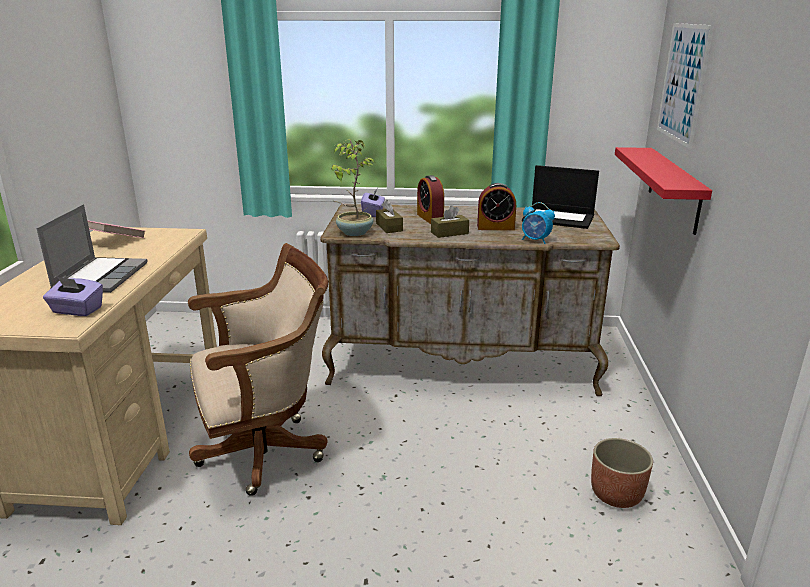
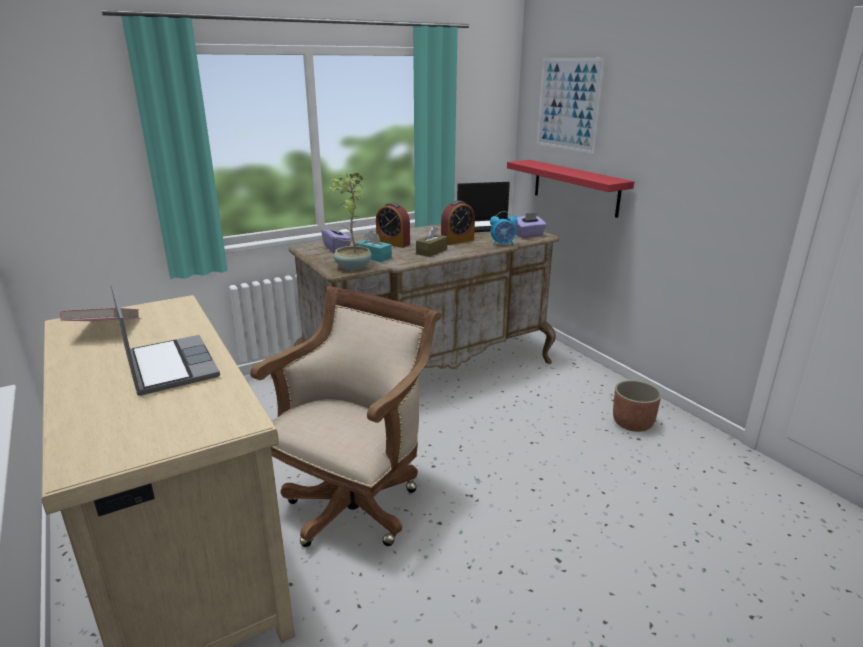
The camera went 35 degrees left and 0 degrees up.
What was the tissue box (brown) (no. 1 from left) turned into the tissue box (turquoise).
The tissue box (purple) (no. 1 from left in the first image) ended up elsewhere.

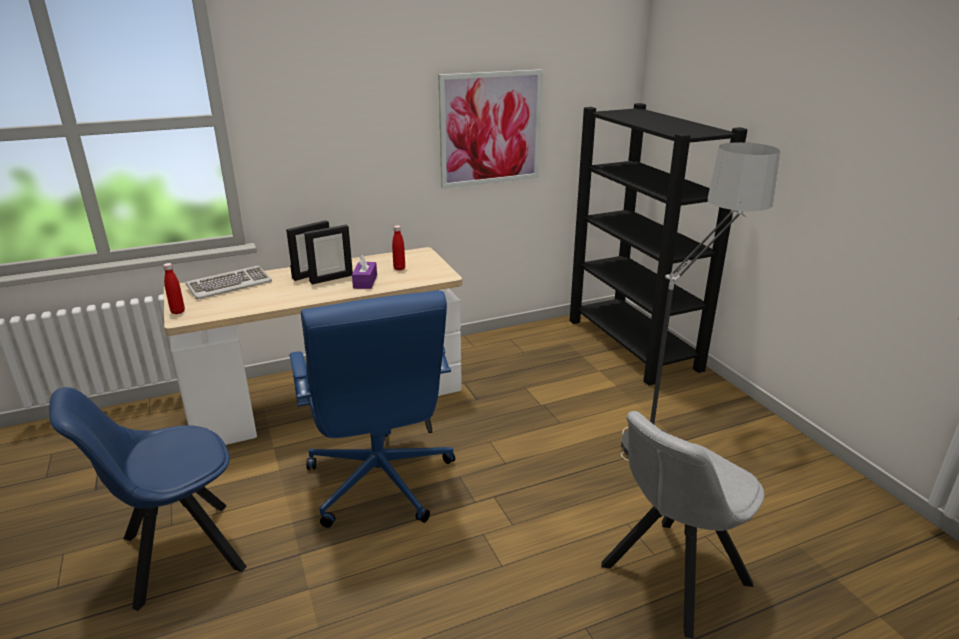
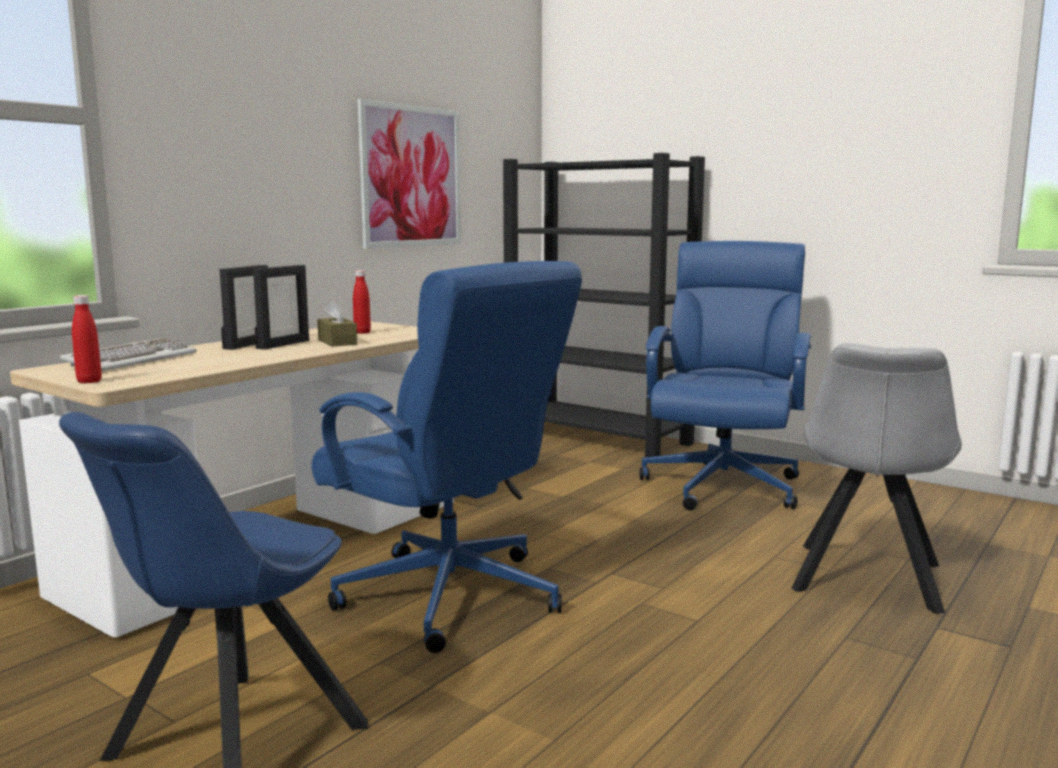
The camera went 30 degrees left and 15 degrees down.
What was the tissue box (purple) turned into the tissue box (brown).
Where the floor lamp stood, the office chair (blue) (no. 2 from left) came to stand.

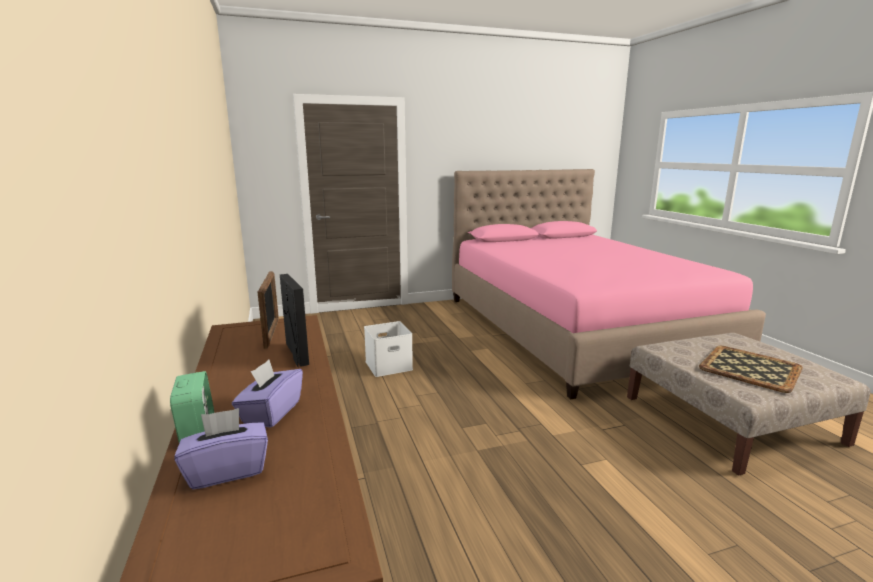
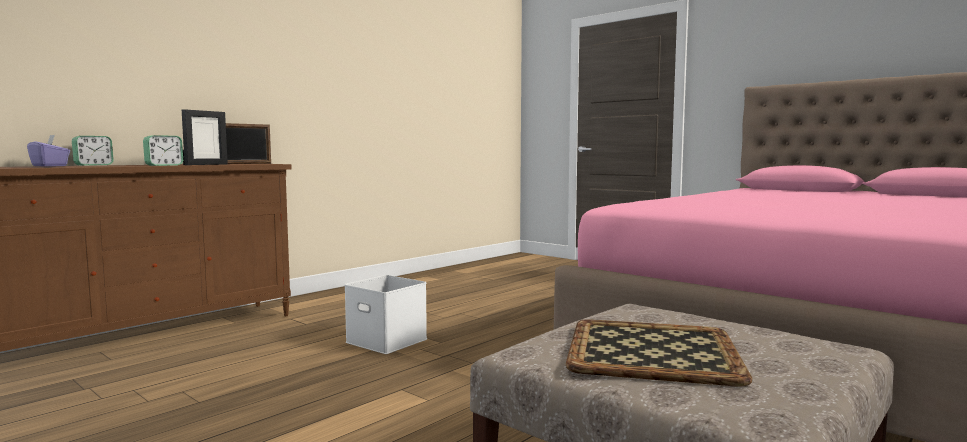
The camera went 60 degrees right and 10 degrees down.
The second view gained the alarm clock (no. 2 from left).
The storage box (white) ended up elsewhere.
The second view lost the tissue box (purple) (no. 2 from left).

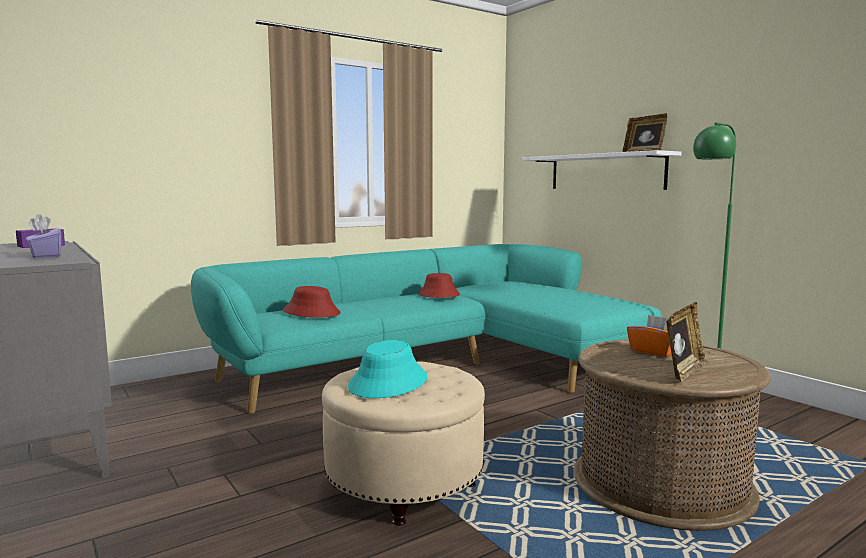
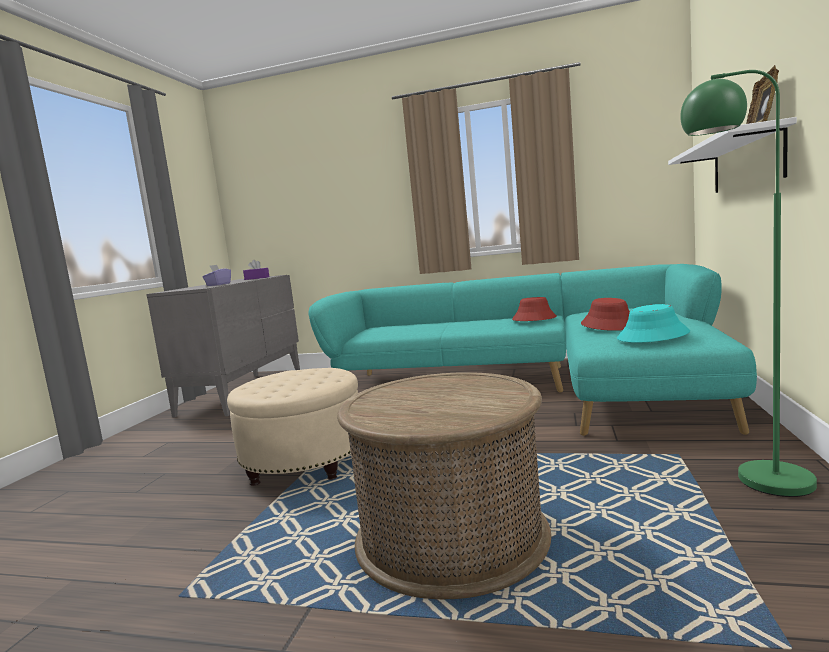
The camera went 50 degrees right and 0 degrees up.
The hat (red) (no. 1 from left in the first image) ended up elsewhere.
The hat (turquoise) ended up elsewhere.
The second view lost the tissue box (orange).
The second view lost the picture frame (no. 2 from left).

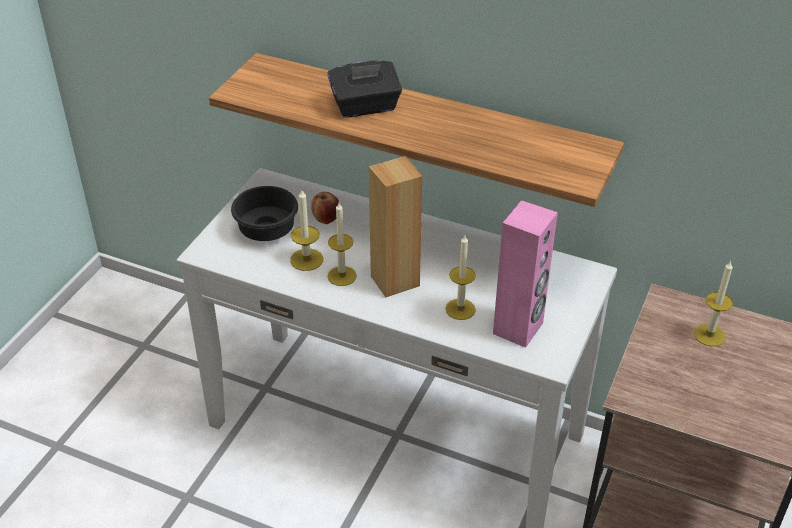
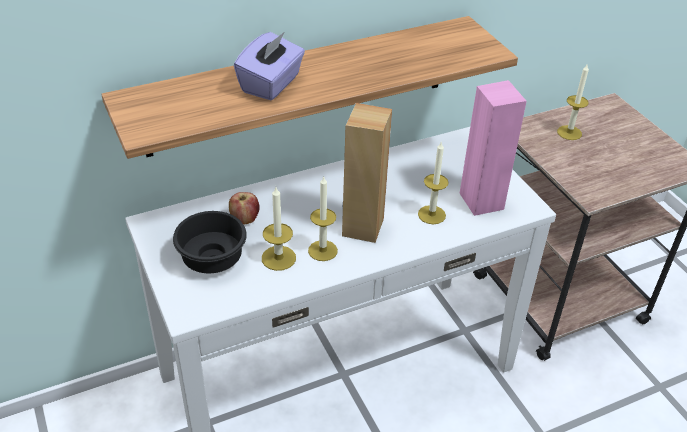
The camera went 50 degrees left and 0 degrees up.
What was the tissue box (black) turned into the tissue box (purple).

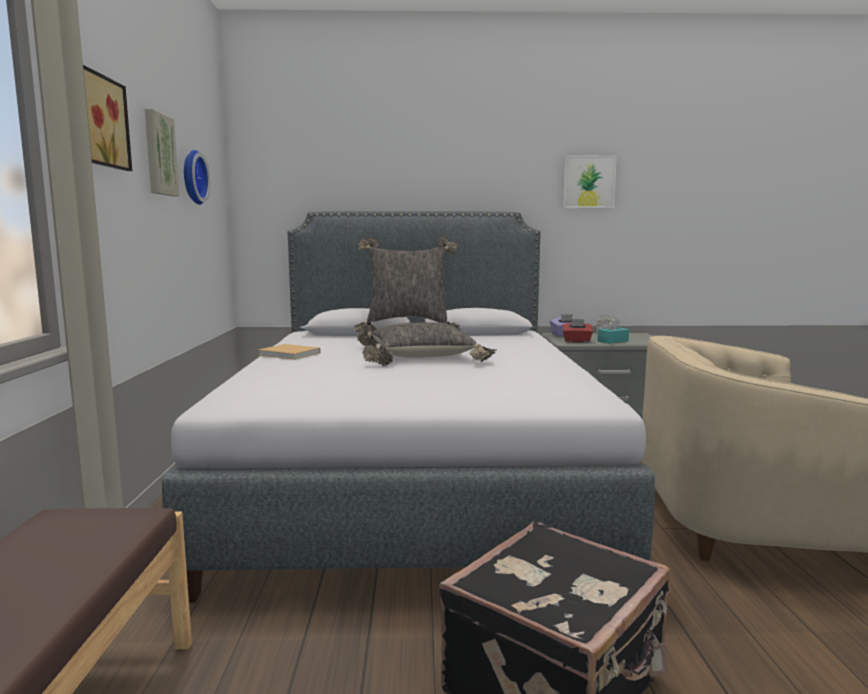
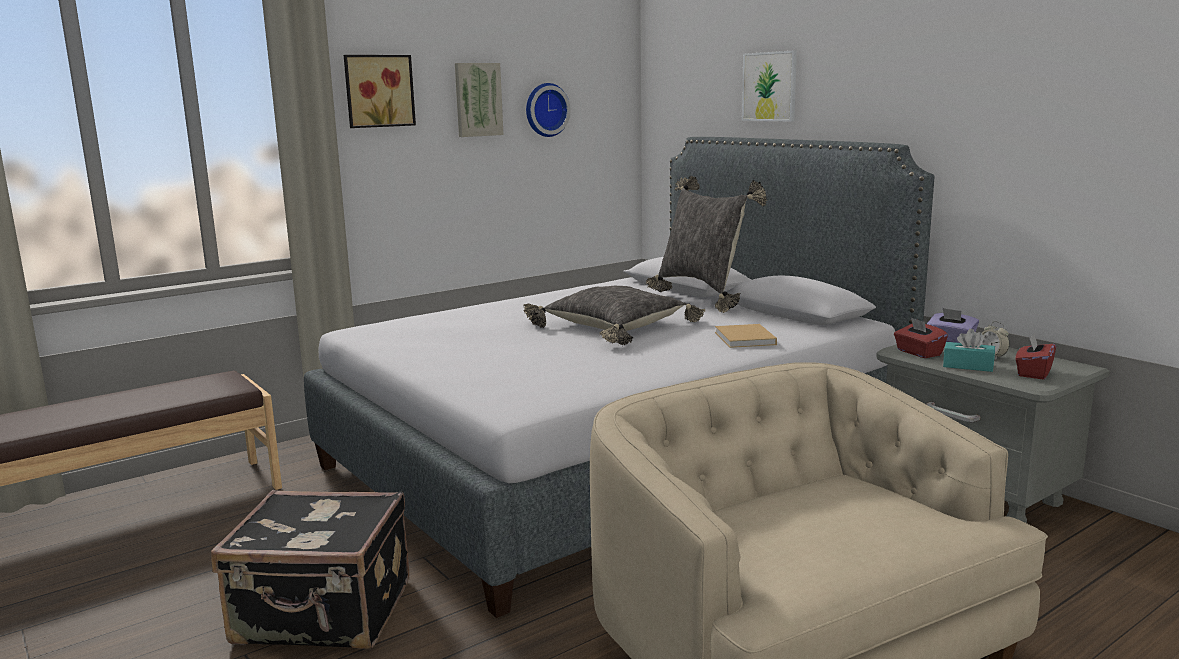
The camera went 55 degrees right and 5 degrees up.
The book (beige) ended up elsewhere.
The picture (no. 3 from left) ended up elsewhere.
The second view gained the tissue box (red) (no. 2 from left).

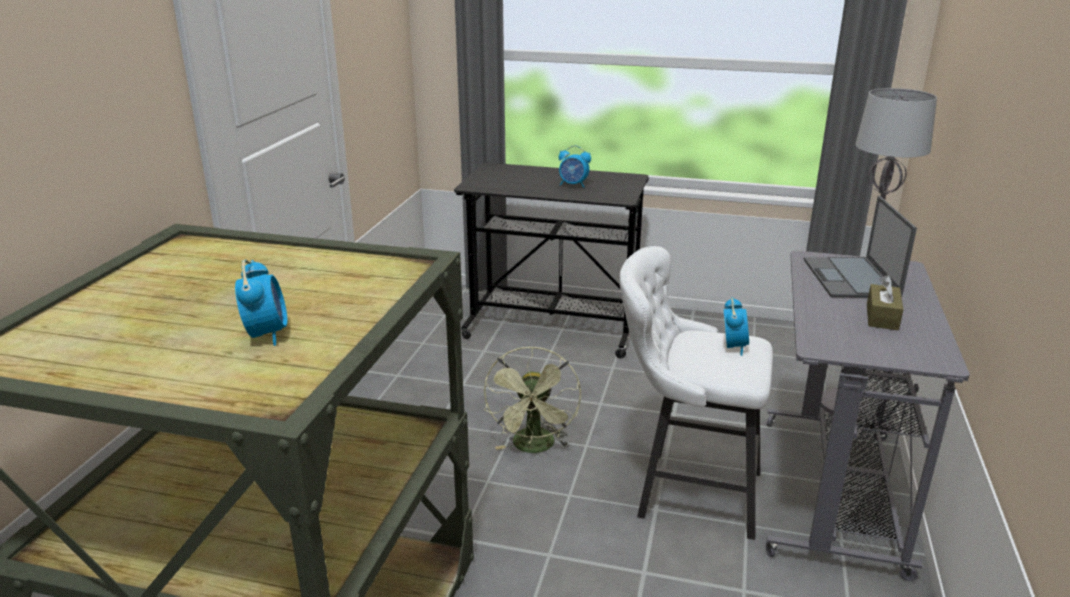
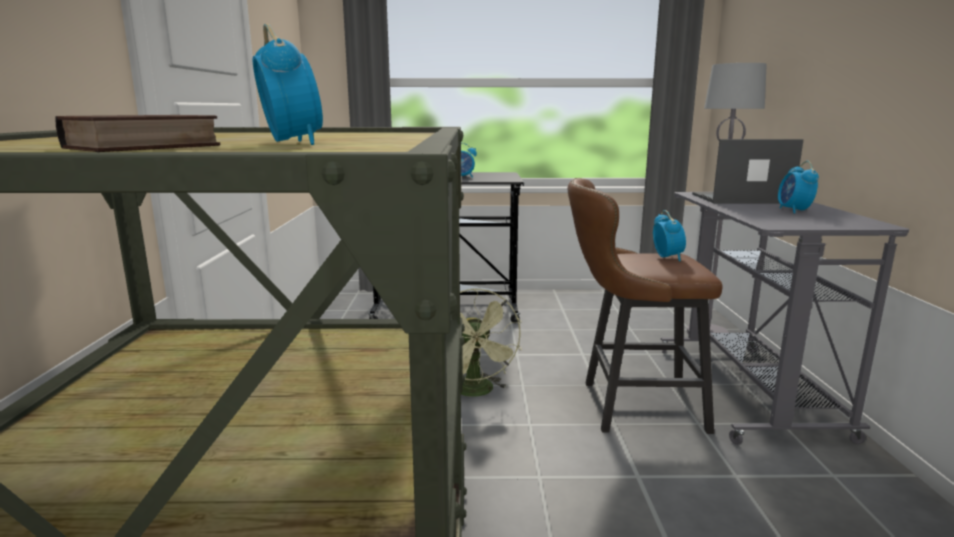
The camera went 15 degrees left and 10 degrees down.
The second view gained the book.
What was the stool (white) turned into the stool (brown).
The laptop ended up facing another way, 105 degrees clockwise from before.
Where the tissue box (brown) stood, the alarm clock (no. 4 from left) came to stand.

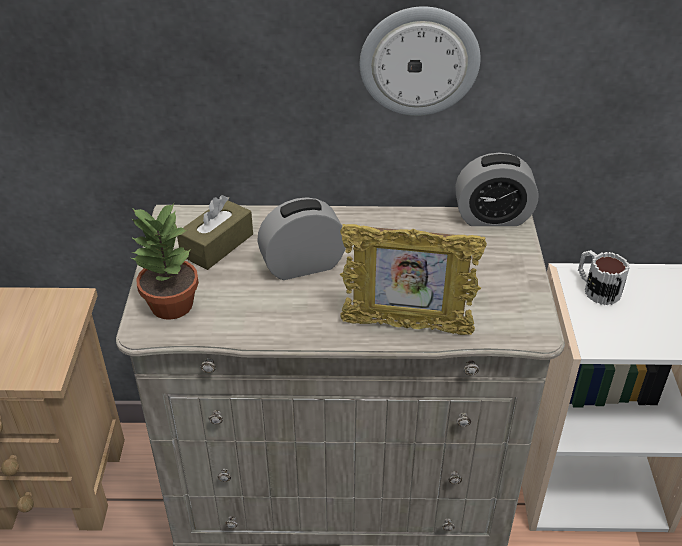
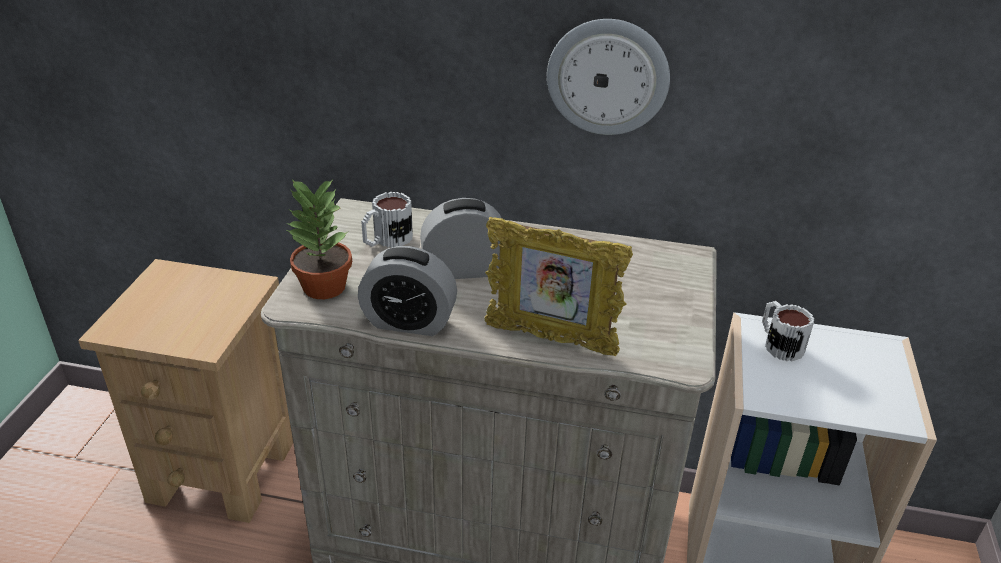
The camera went 10 degrees right and 5 degrees down.
The alarm clock (no. 2 from left in the first image) ended up elsewhere.
Where the tissue box (brown) stood, the mug (no. 1 from left) came to stand.

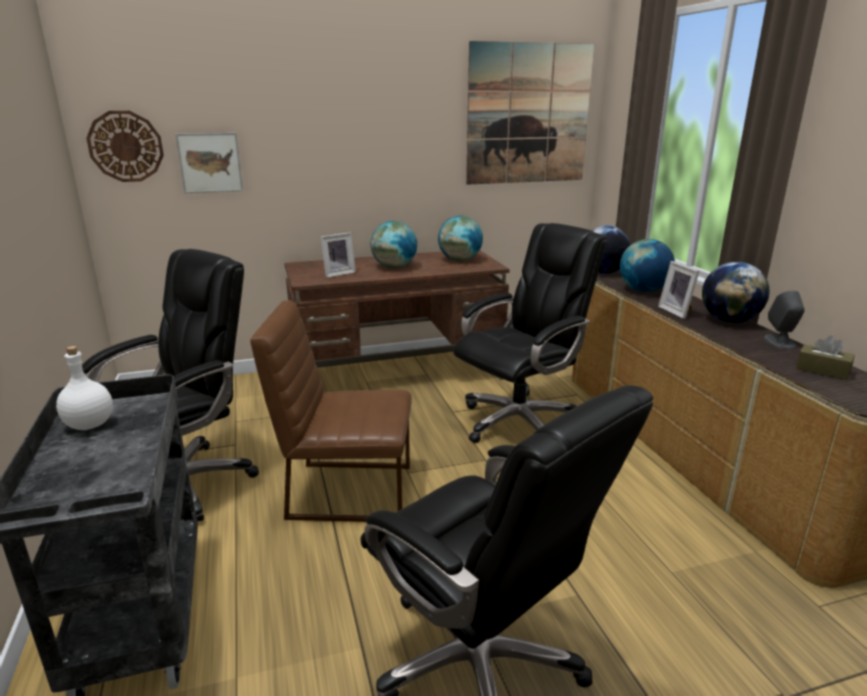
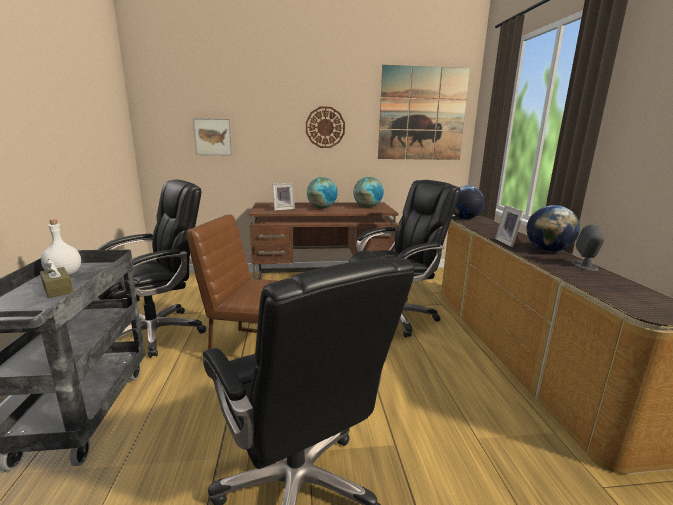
The camera went 10 degrees right and 5 degrees down.
The tissue box (brown) ended up elsewhere.
The wall clock ended up elsewhere.
The second view lost the globe (no. 4 from left).

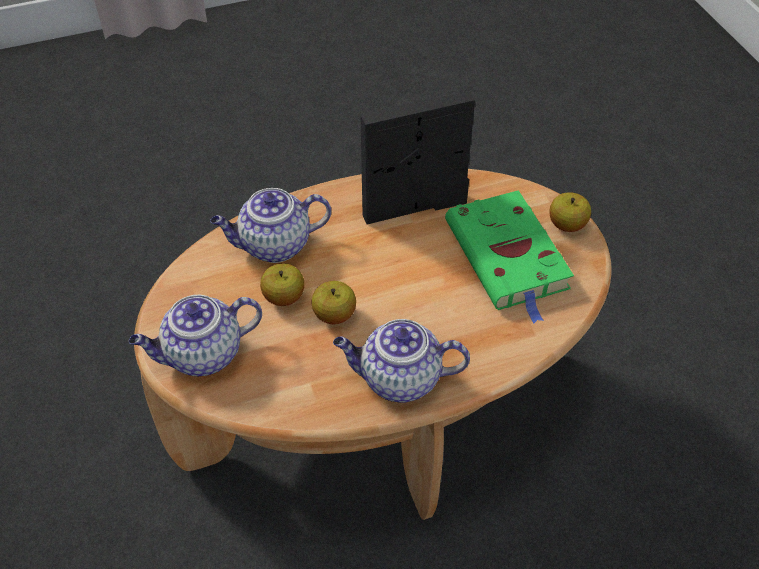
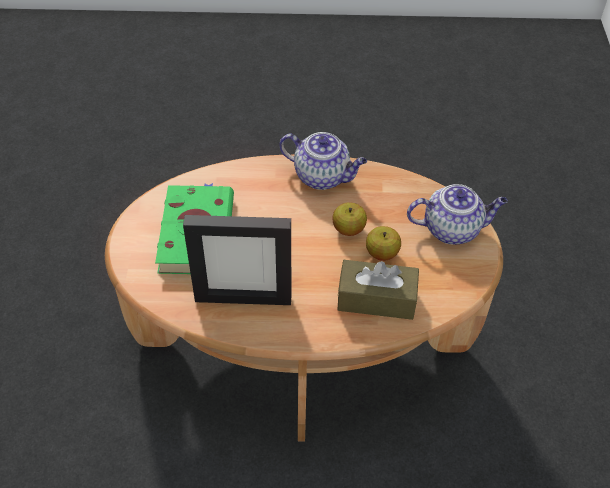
The camera went 160 degrees left and 0 degrees up.
Where the teapot (no. 2 from left) stood, the tissue box (brown) came to stand.
The second view lost the apple (no. 3 from left).

